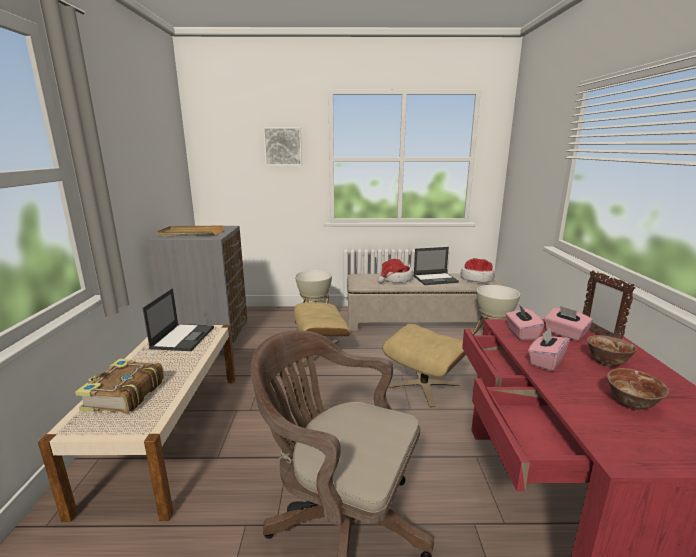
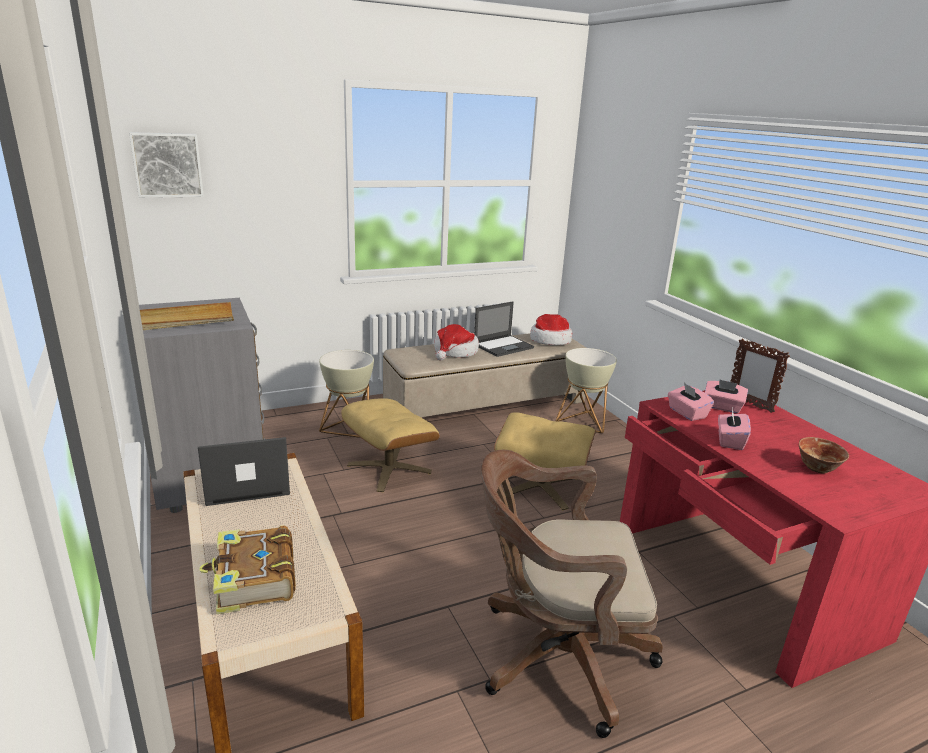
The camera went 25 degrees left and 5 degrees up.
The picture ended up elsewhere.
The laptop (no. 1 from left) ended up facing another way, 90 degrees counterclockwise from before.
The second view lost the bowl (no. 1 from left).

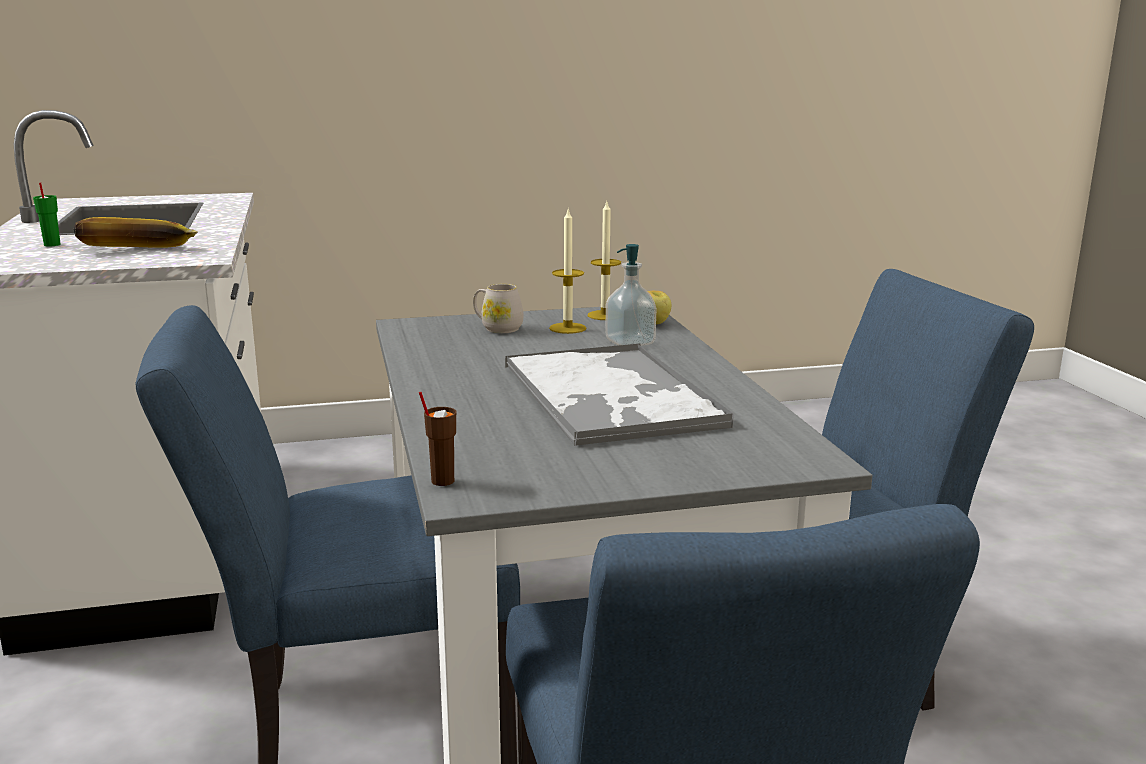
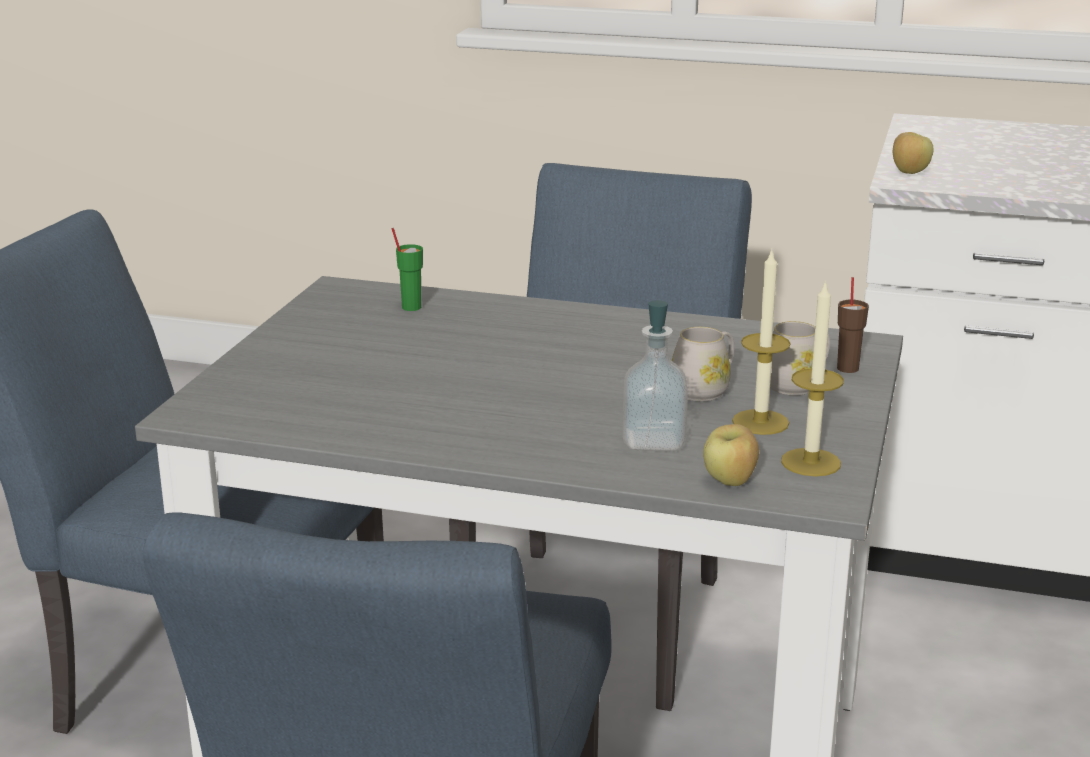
The camera went 120 degrees right and 5 degrees up.
The cup (green) ended up elsewhere.
The second view gained the mug (white) (no. 1 from left).
The cup (brown) ended up elsewhere.
The second view gained the apple (no. 2 from left).
The second view lost the banana.
The second view lost the tray.

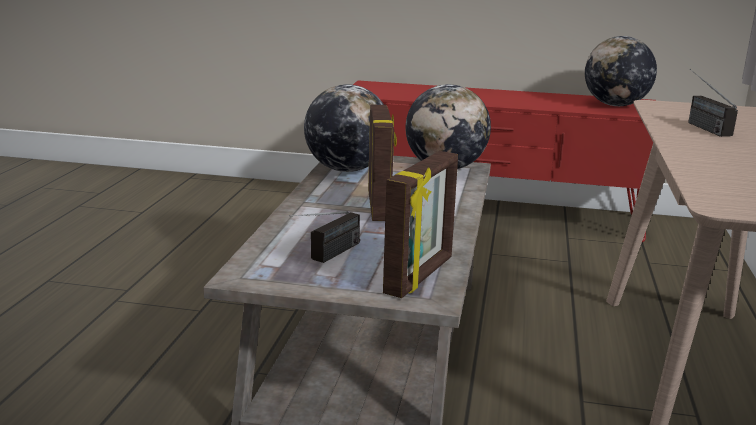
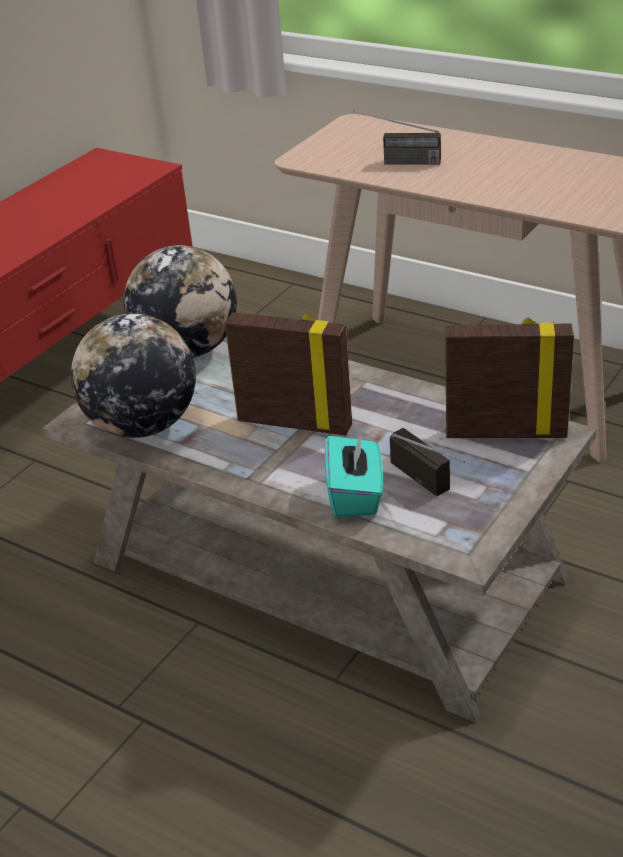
The camera went 65 degrees left and 15 degrees up.
The second view gained the tissue box (turquoise).
The picture frame (no. 2 from left) ended up facing another way, 45 degrees counterclockwise from before.
The second view lost the globe (no. 3 from left).

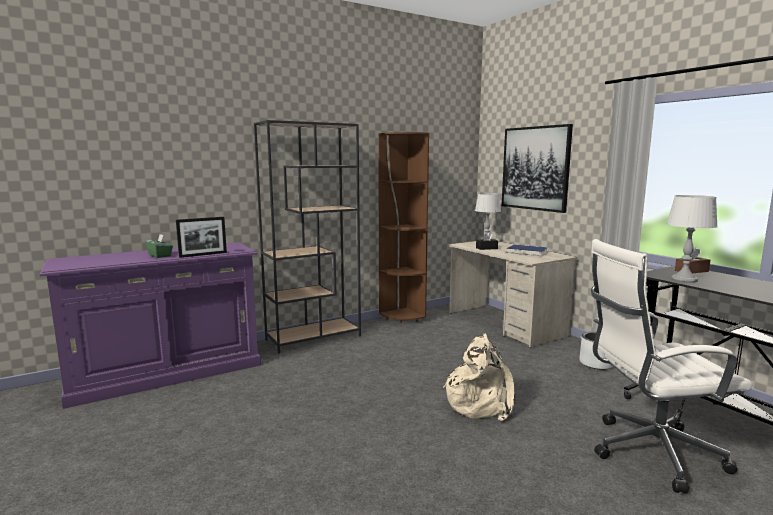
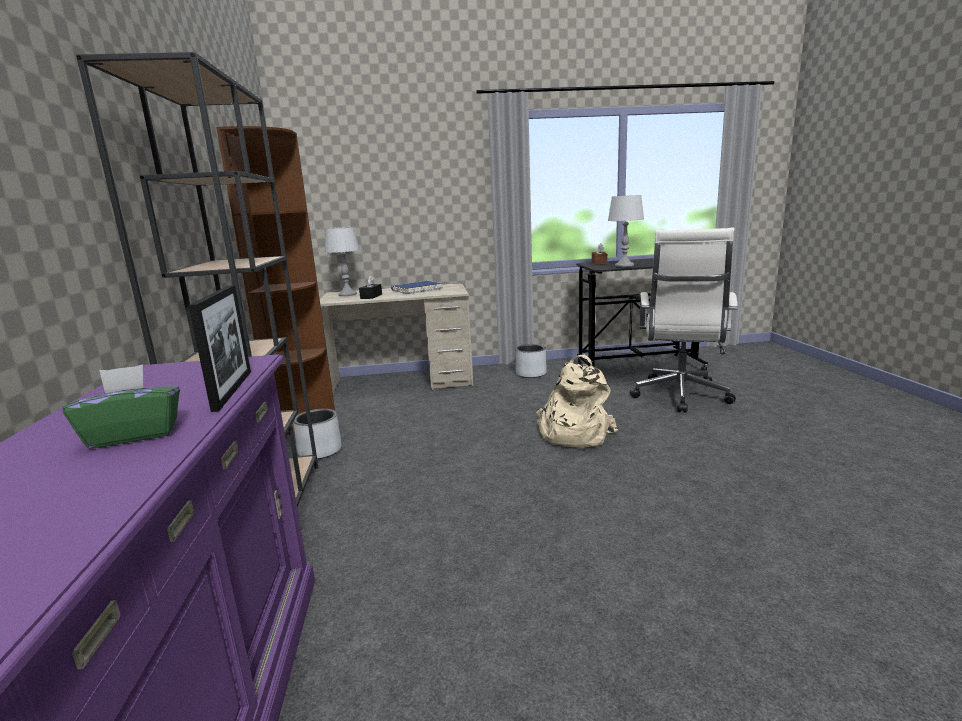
The camera went 65 degrees left and 5 degrees up.
The second view gained the planter (grey) (no. 1 from left).
The second view lost the picture.

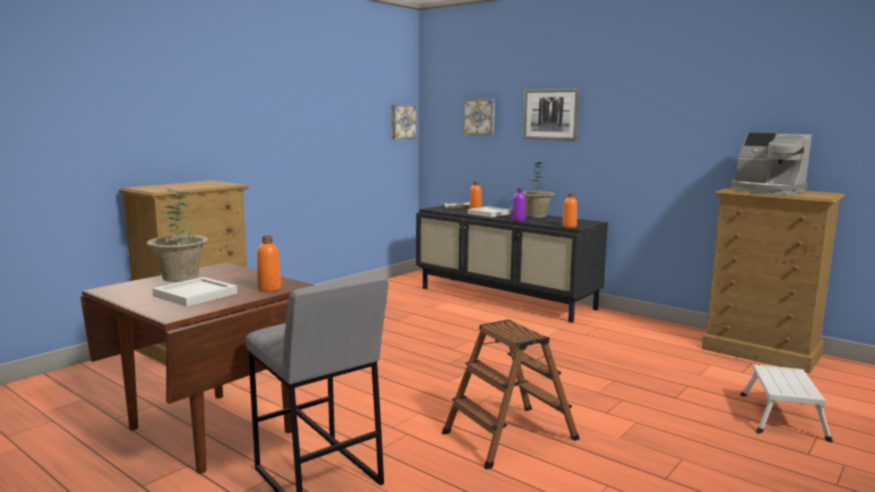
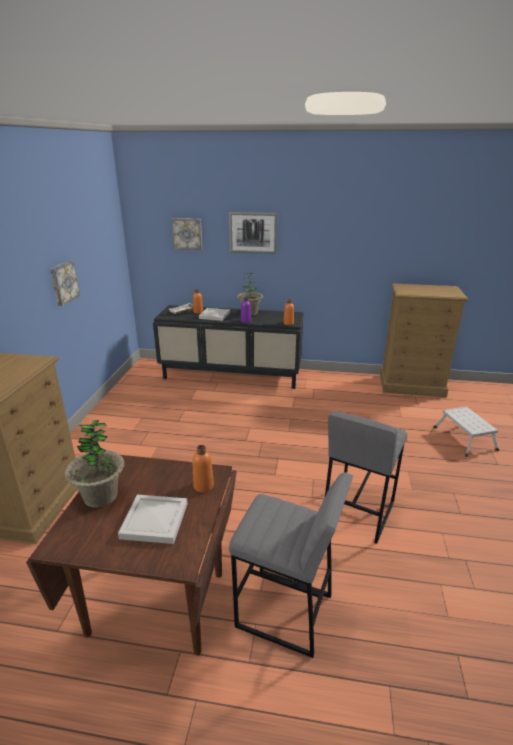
The camera went 30 degrees left and 15 degrees up.
The picture (no. 1 from left) ended up elsewhere.
Where the step ladder (brown) stood, the stool (grey) (no. 2 from left) came to stand.
The second view lost the coffee machine.

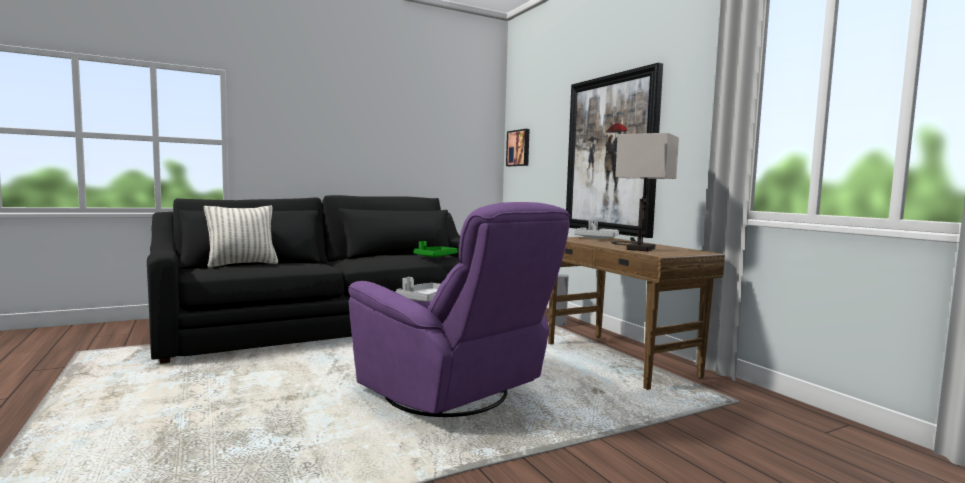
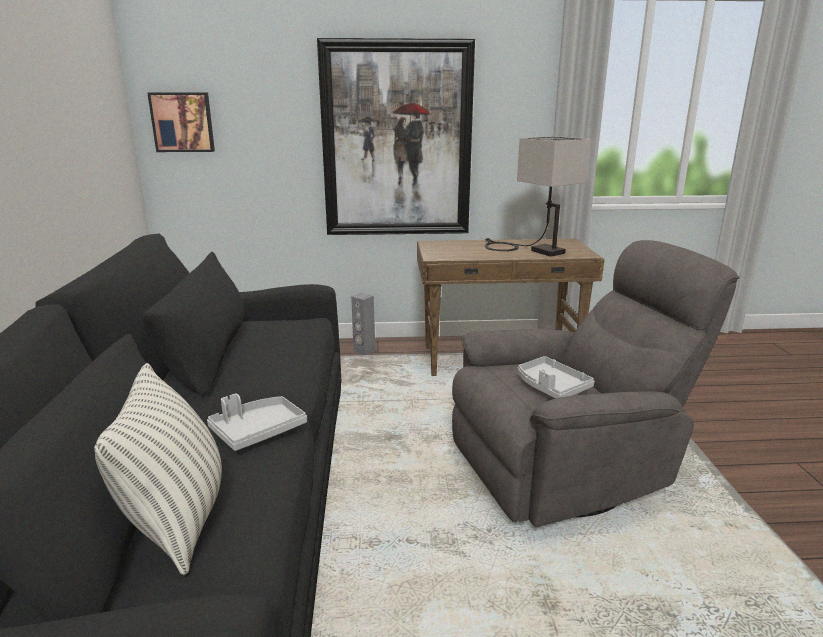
The camera went 65 degrees left and 15 degrees up.
The tray (grey) (no. 2 from left in the first image) ended up elsewhere.
What was the armchair (purple) turned into the armchair (grey).
The second view lost the tray (green).

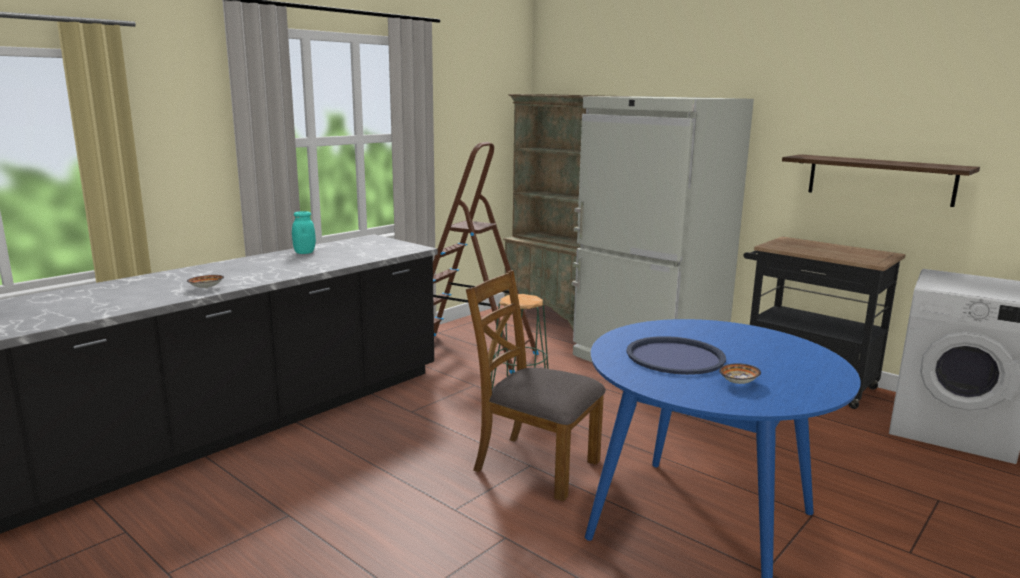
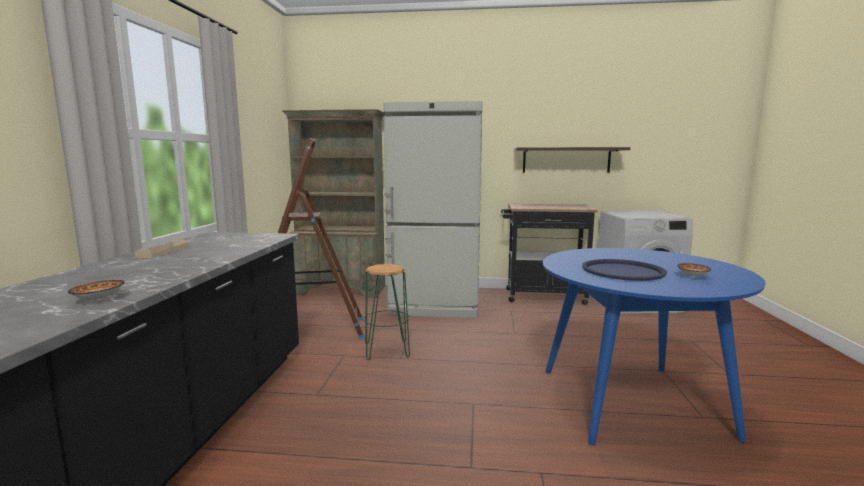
The camera went 35 degrees left and 5 degrees down.
Where the jar (turquoise) stood, the tray (beige) came to stand.
The second view lost the chair (brown).

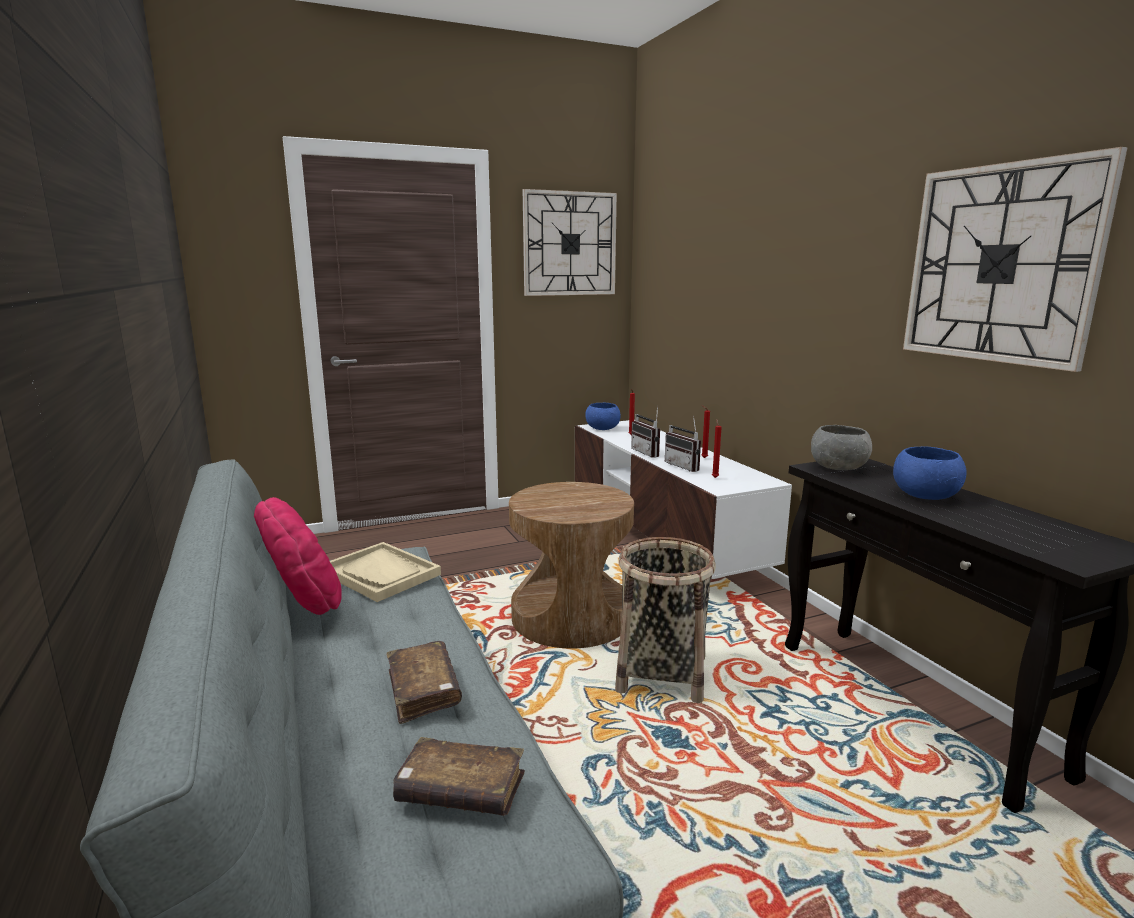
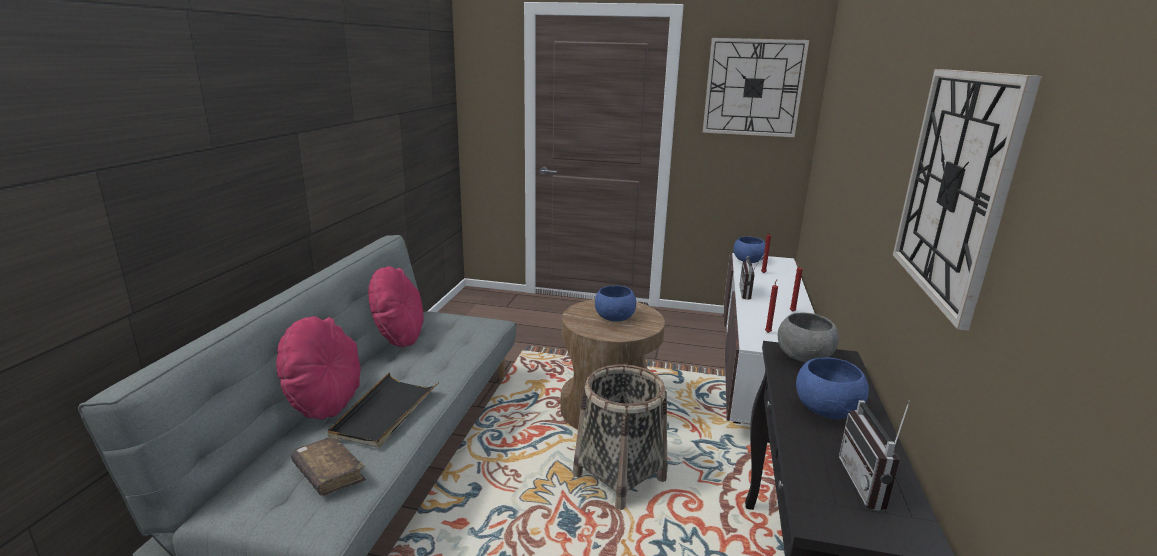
The camera went 35 degrees right and 5 degrees up.
The second view gained the pillow (pink) (no. 1 from left).
Where the book (brown) (no. 1 from left) stood, the tray (black) came to stand.
The second view gained the bowl (blue) (no. 1 from left).
The radio (no. 2 from left) ended up elsewhere.
The second view lost the tray (beige).

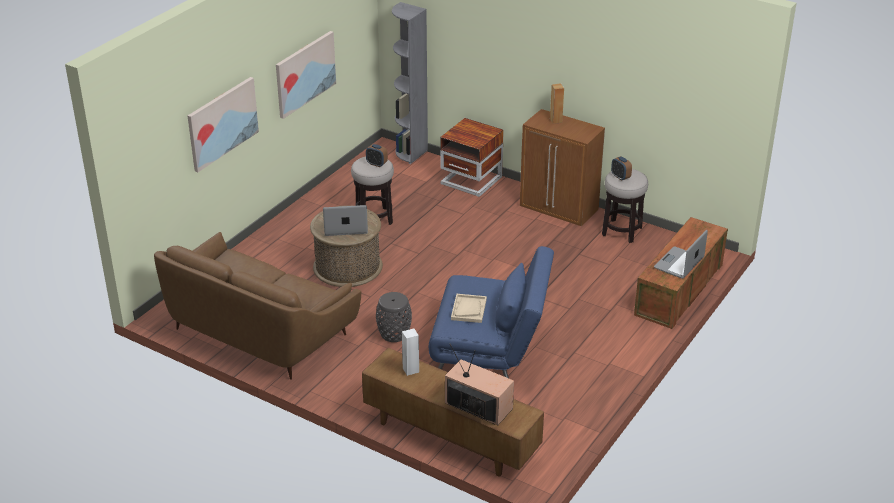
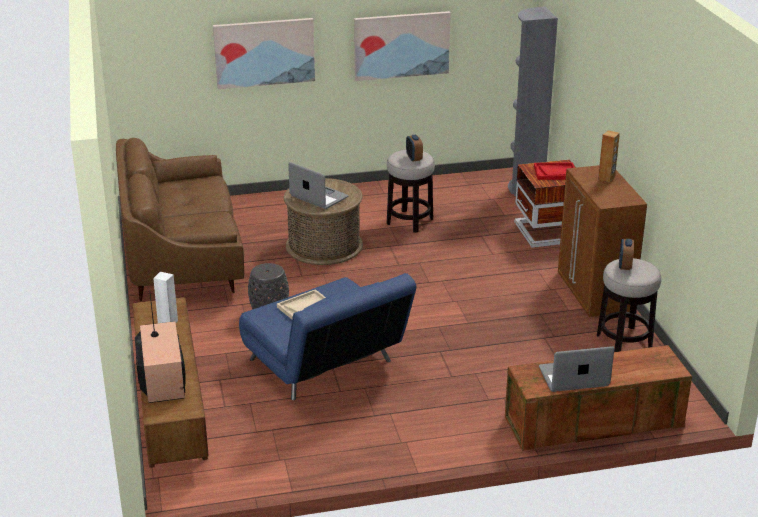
The camera went 45 degrees right and 5 degrees down.
The second view gained the tray (red).

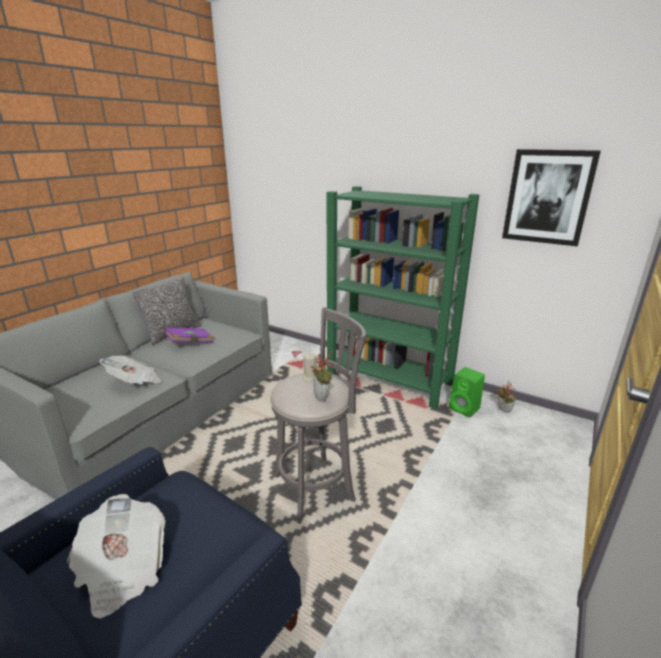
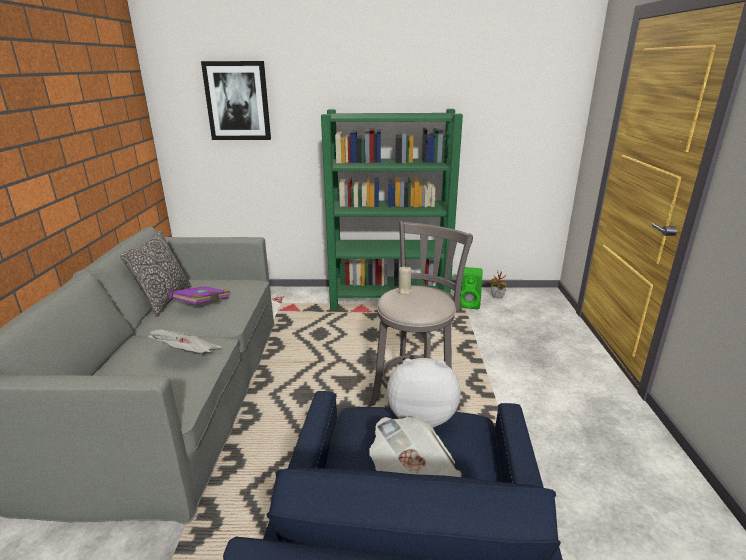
The camera went 30 degrees left and 0 degrees up.
The picture ended up elsewhere.
The second view gained the plush toy.
The second view lost the potted plant (no. 1 from left).

